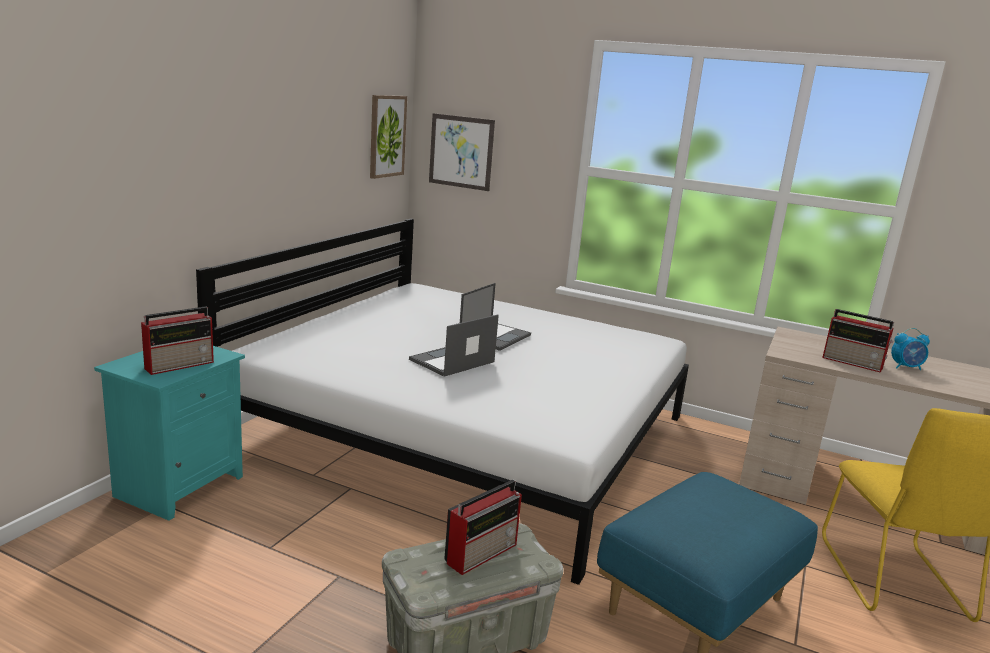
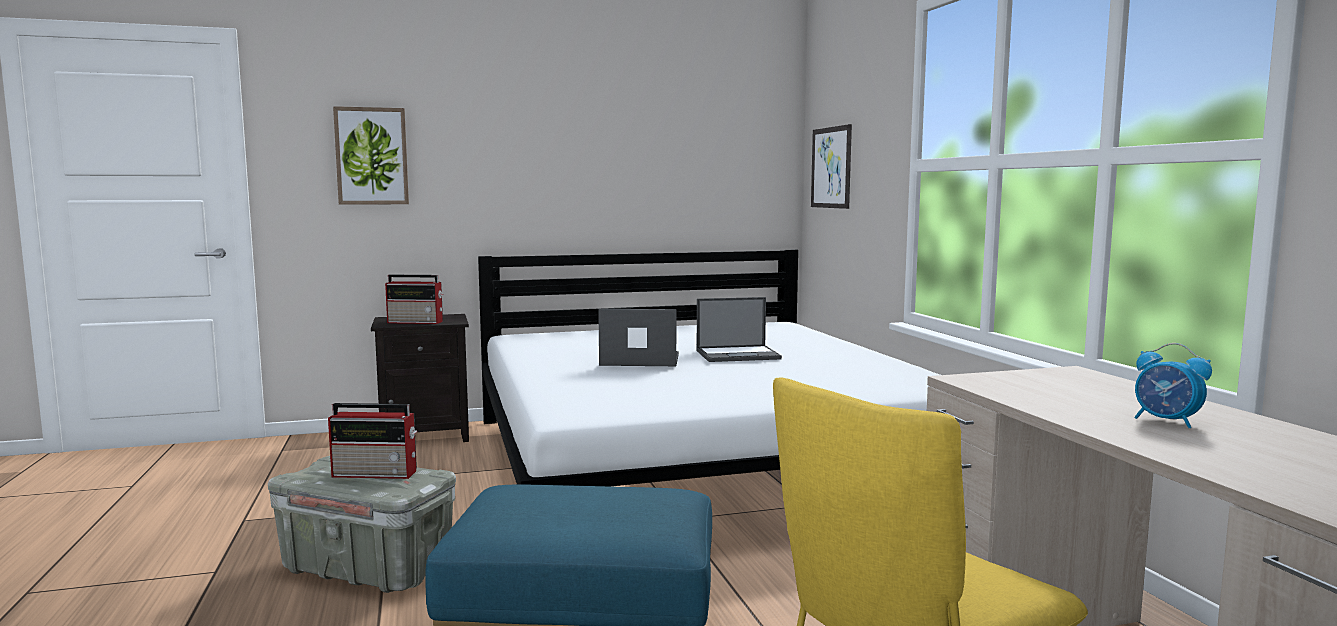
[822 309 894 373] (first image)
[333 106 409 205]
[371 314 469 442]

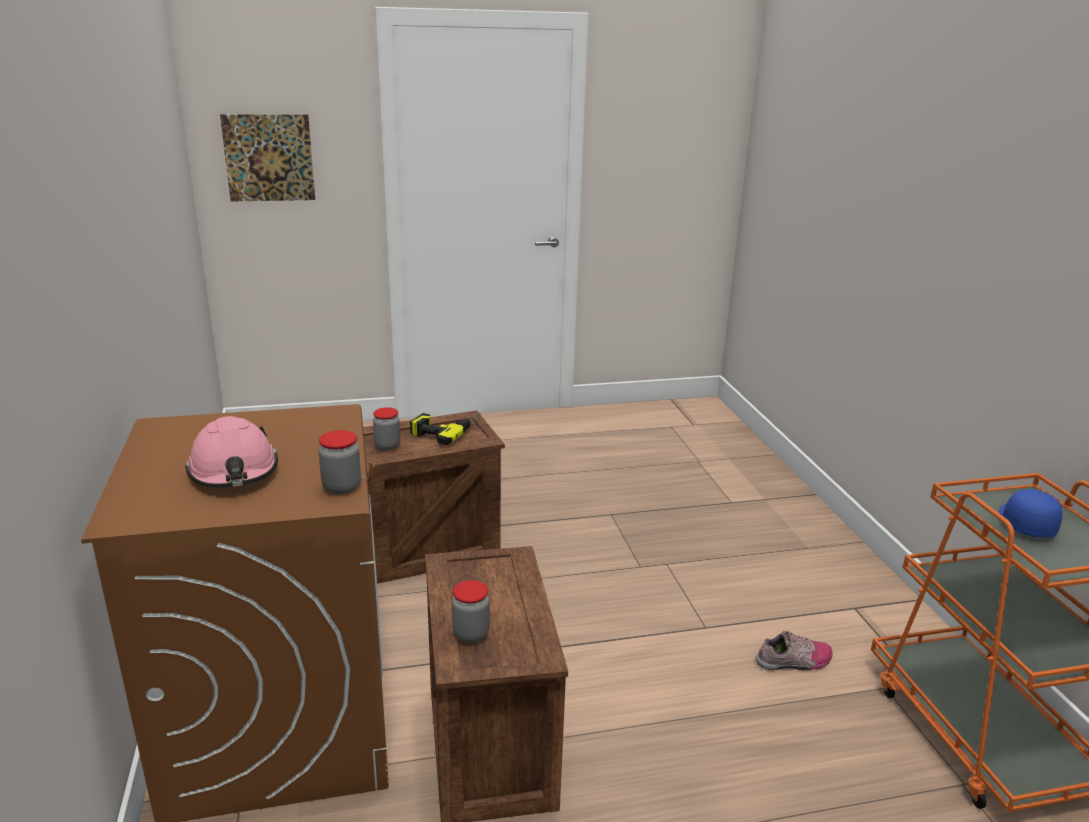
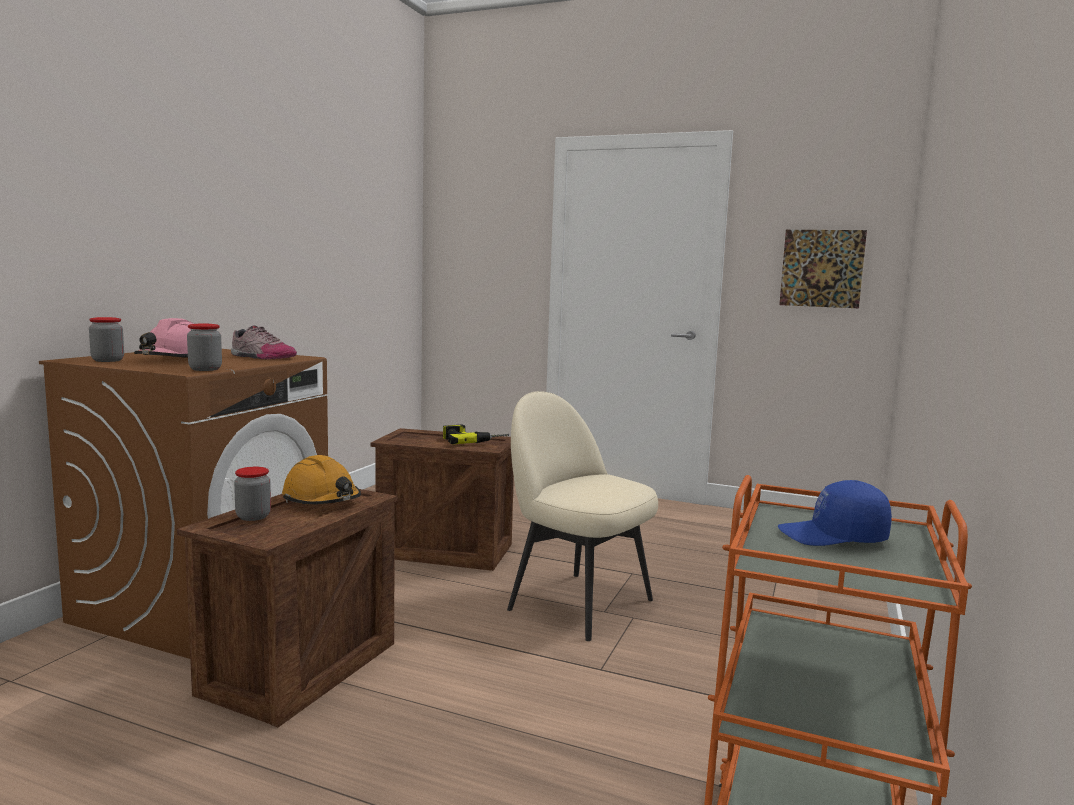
[282 455 361 505]
[507 391 658 641]
[779 230 867 308]
[89 317 124 362]
[231 325 297 359]
[778 480 892 546]

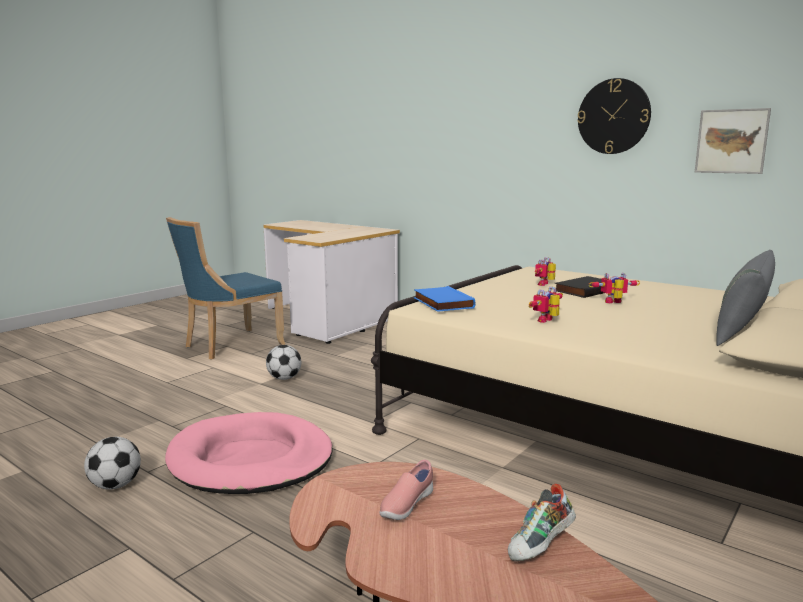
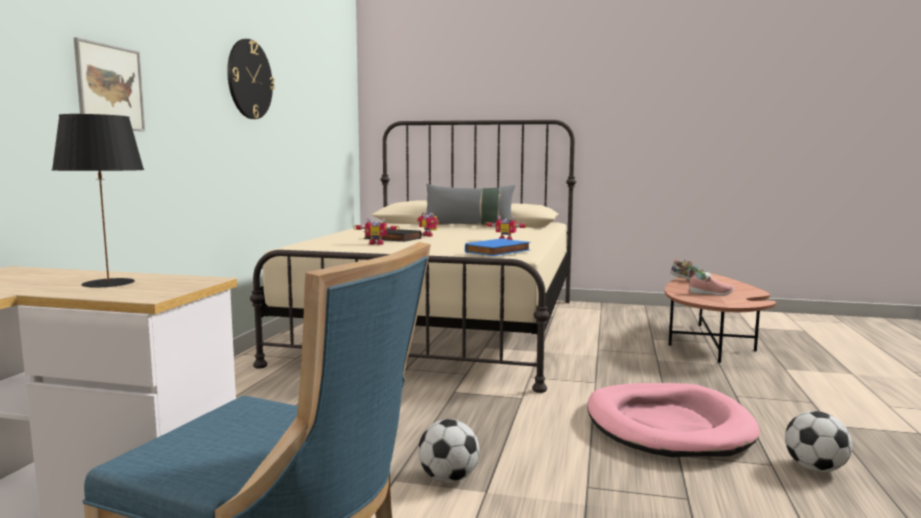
[52 114 144 287]
[74 37 145 131]

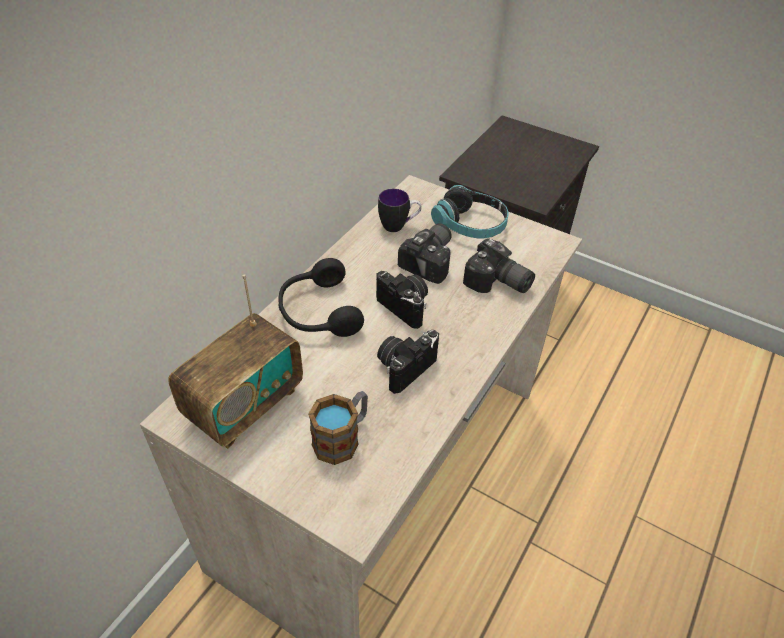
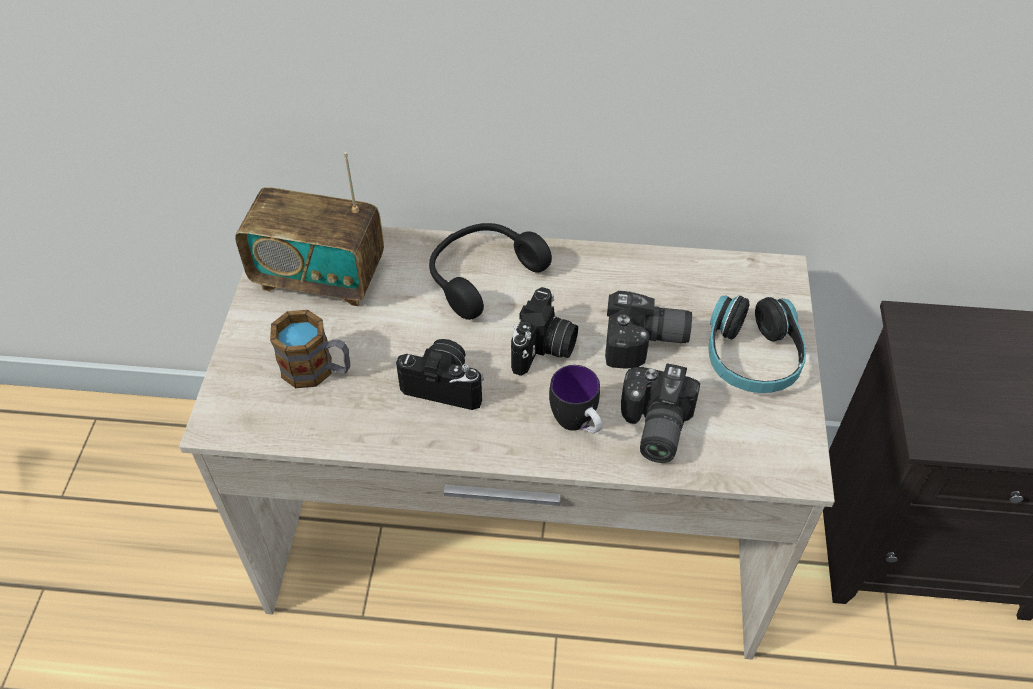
[549 365 602 433]

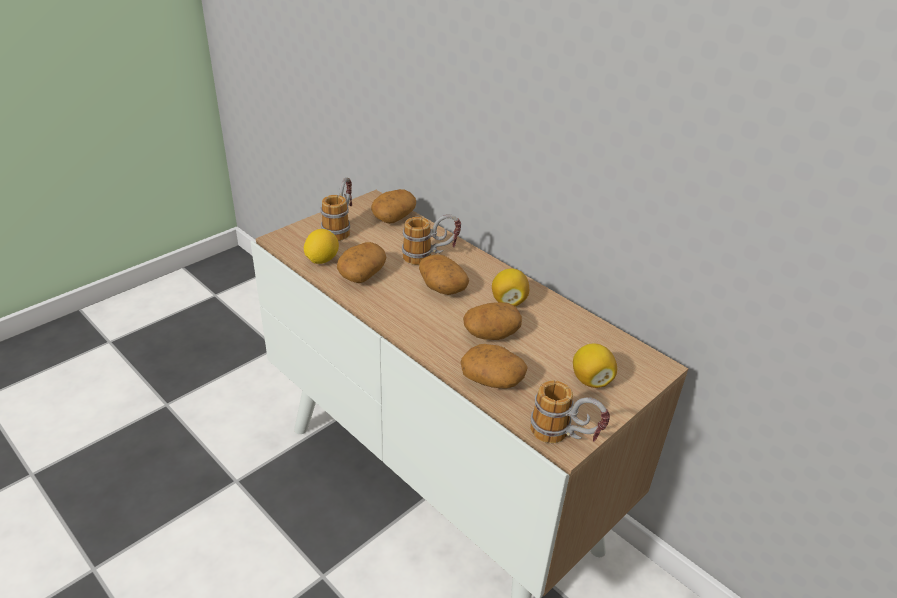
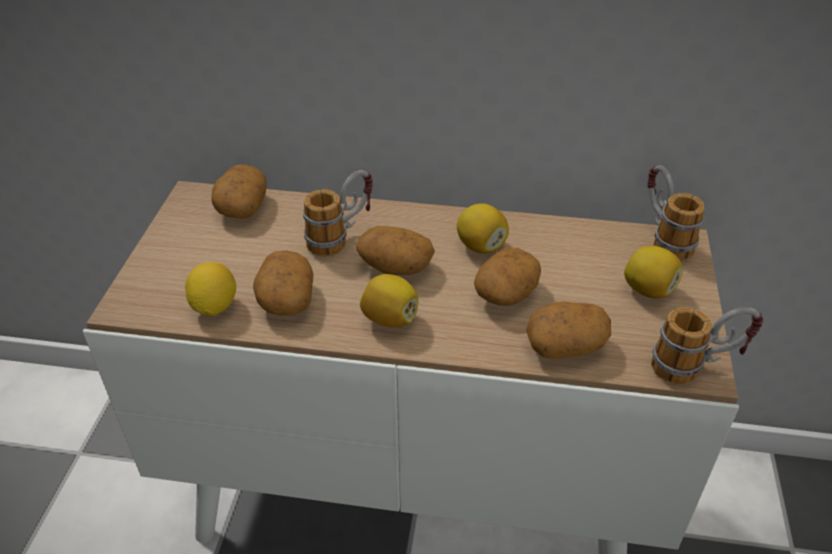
[360 274 418 328]
[647 165 705 260]

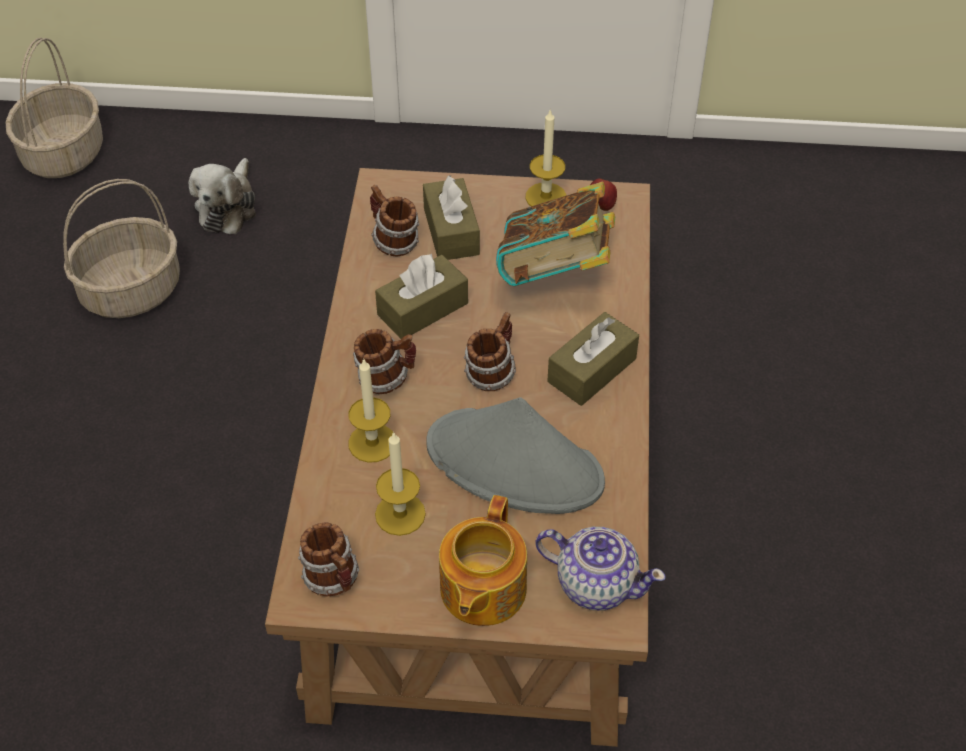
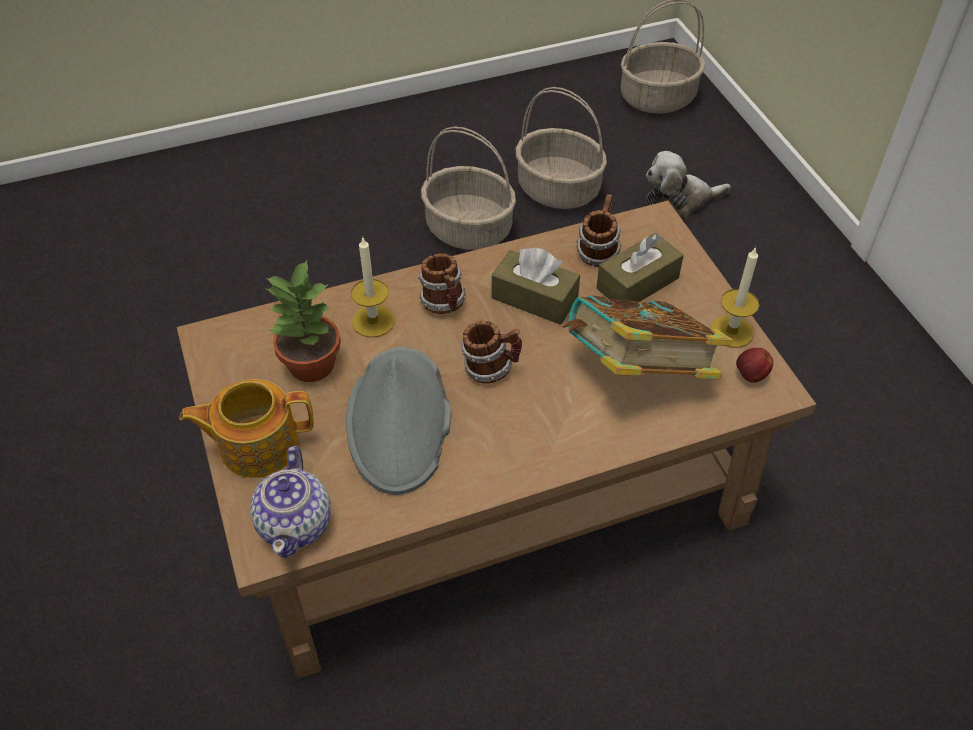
[298 522 359 597] (first image)
[547 312 639 406] (first image)
[421 126 516 250]
[266 260 341 382]

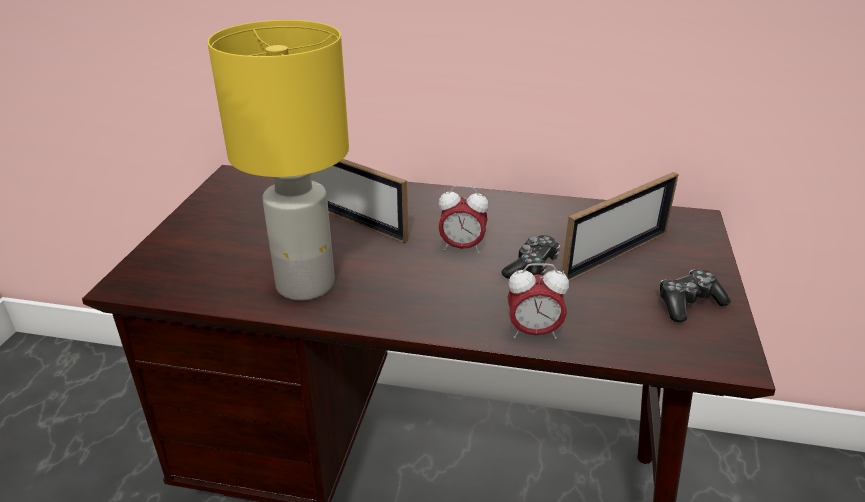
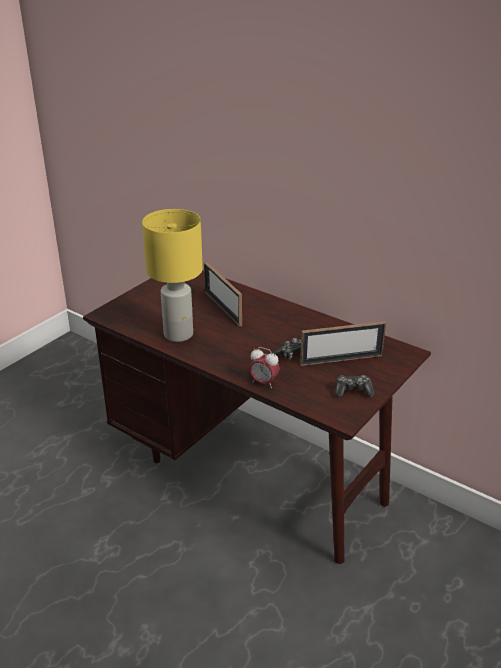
[438 185 489 253] (first image)

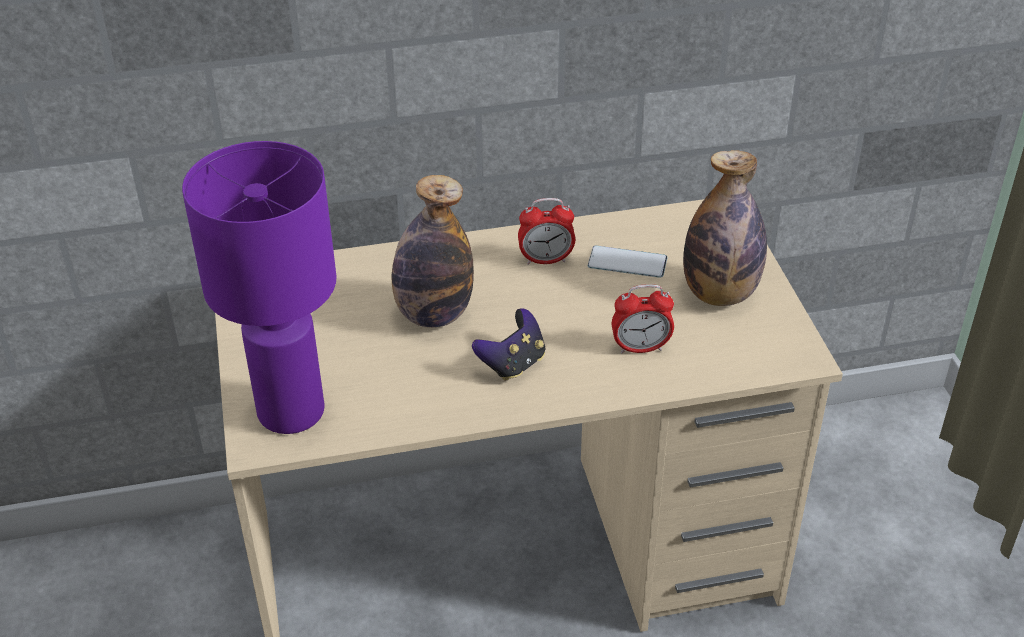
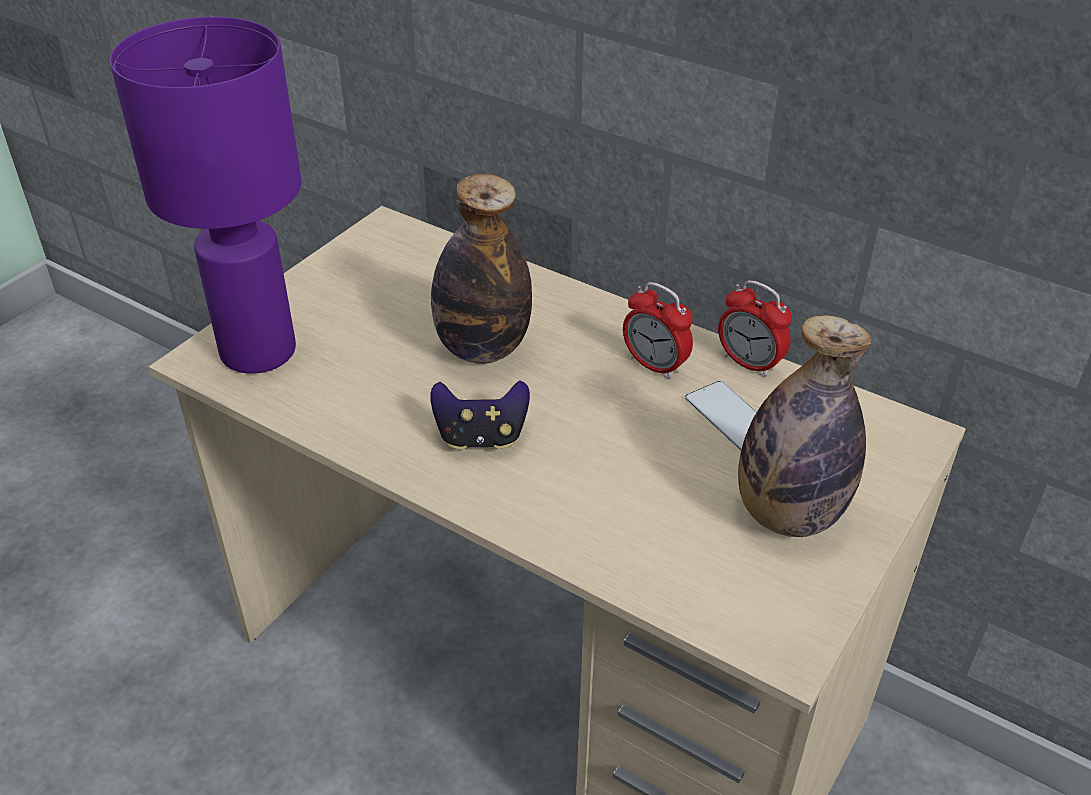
[718 280 792 377]

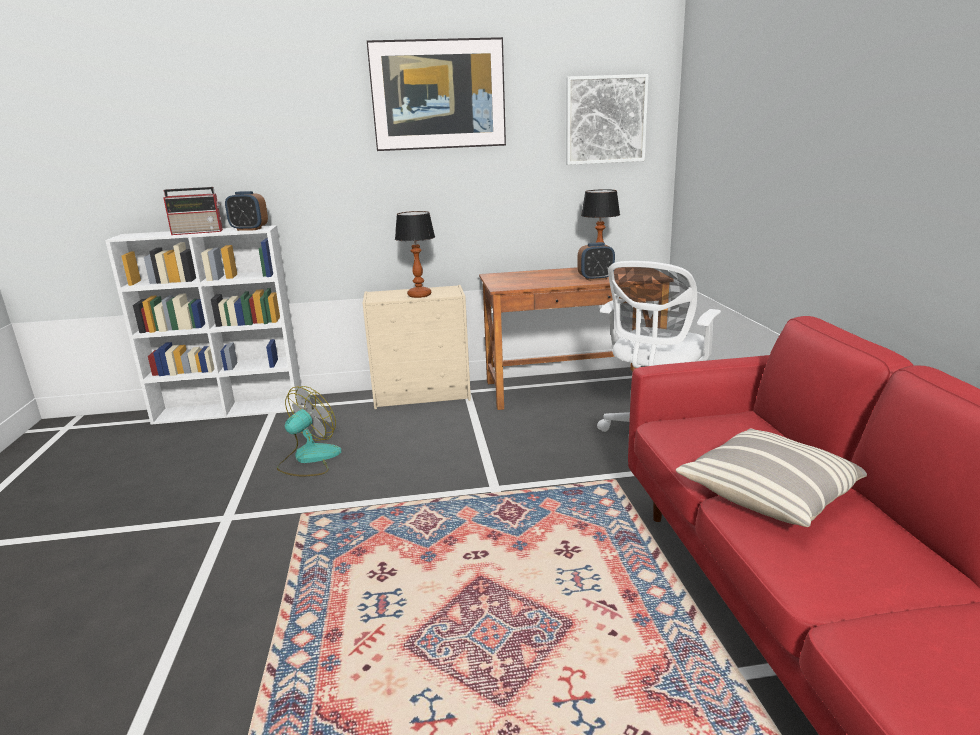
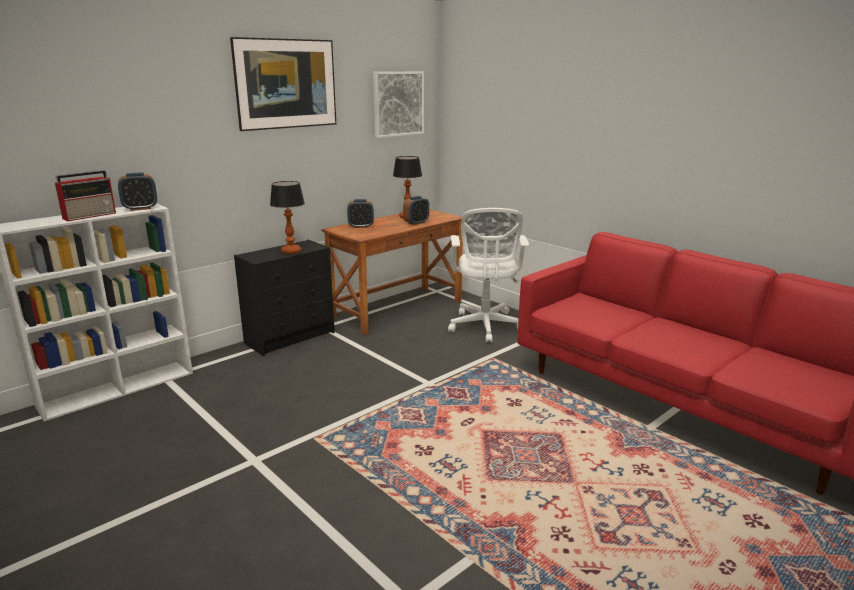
[277 386 342 477] (first image)
[676 429 867 527] (first image)
[347 199 374 228]
[234 240 335 356]

